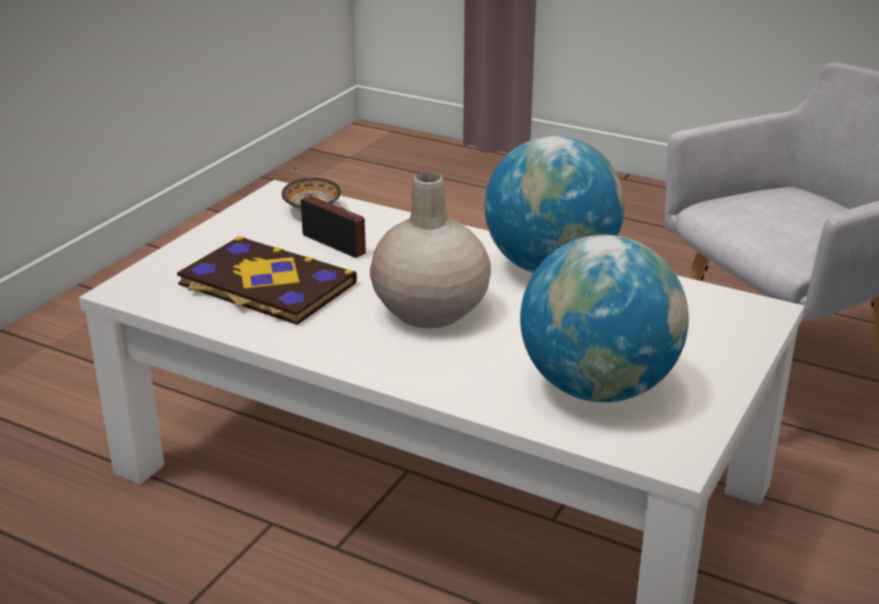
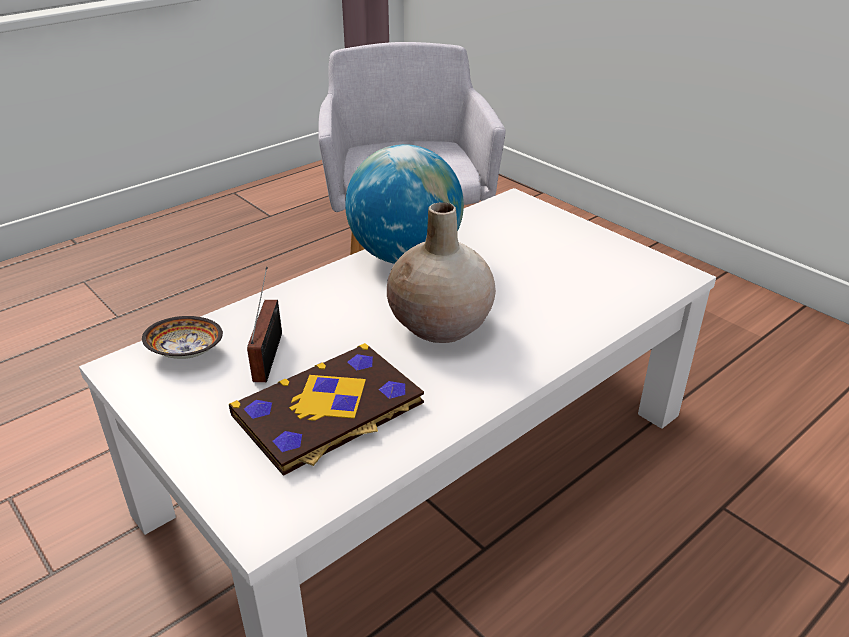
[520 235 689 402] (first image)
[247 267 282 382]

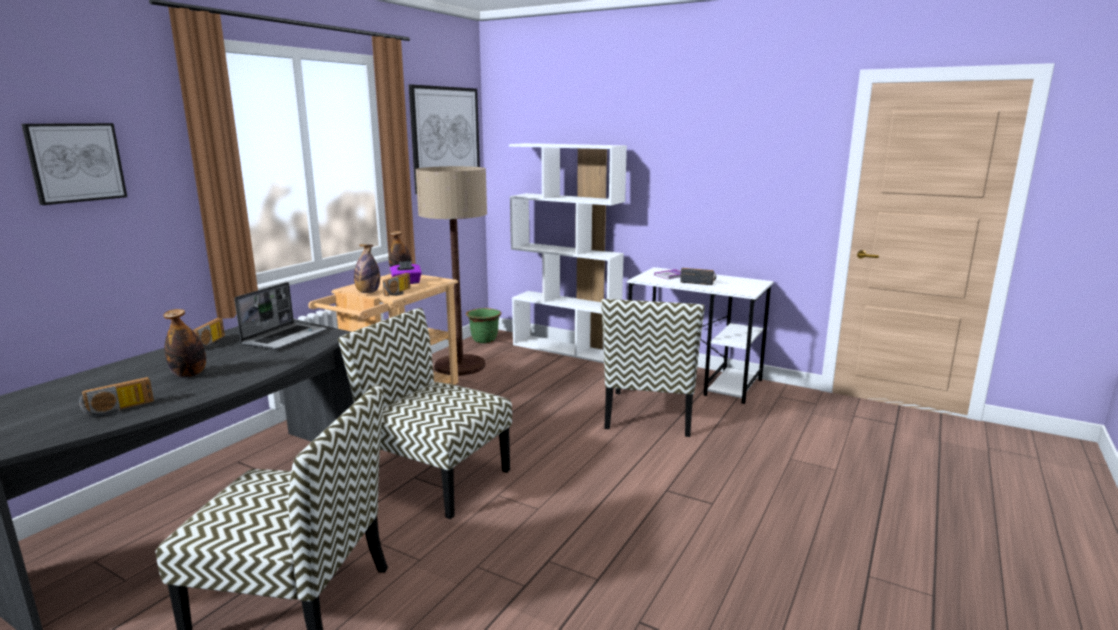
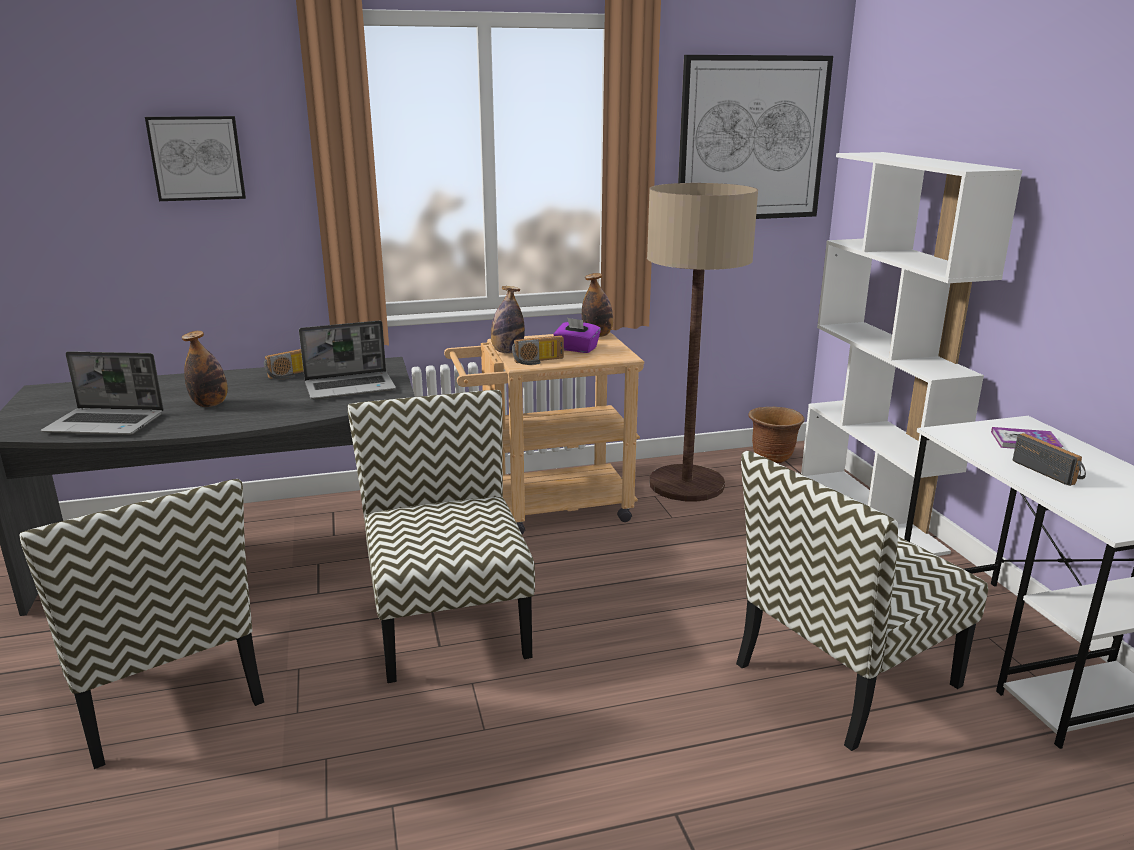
[41 351 164 435]
[748 407 805 463]

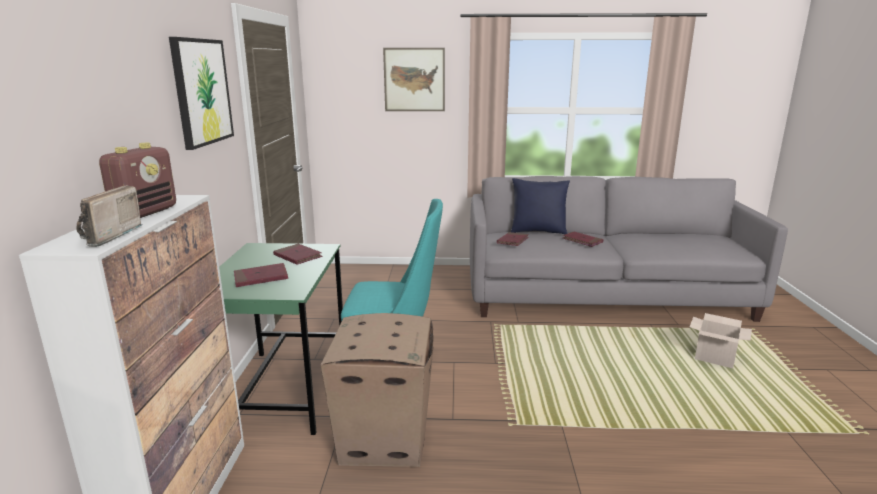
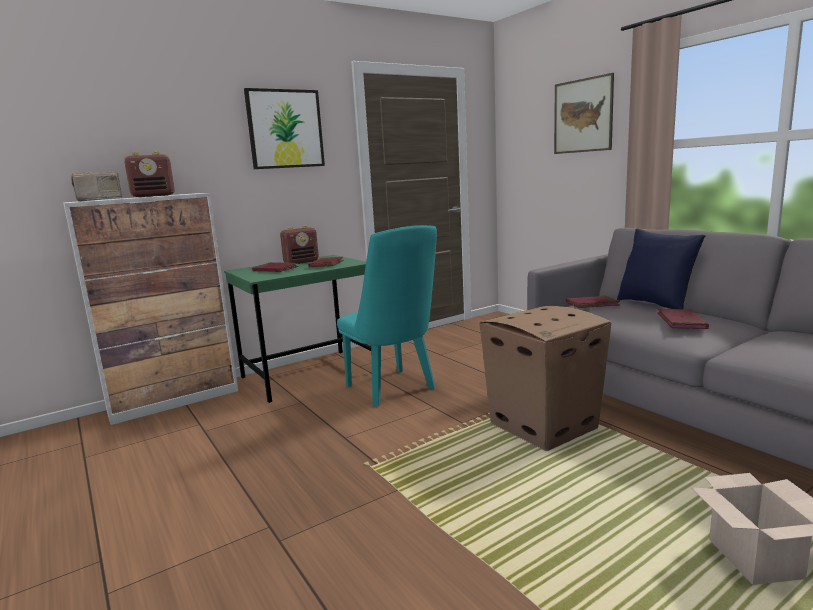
[280 225 319 264]
[479 306 611 451]

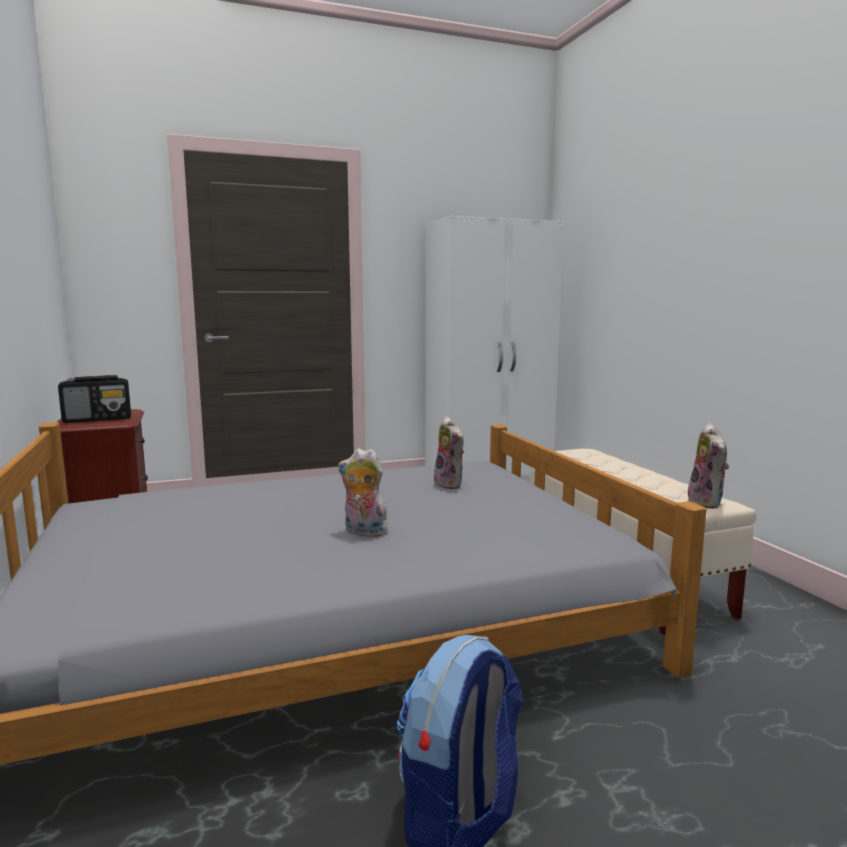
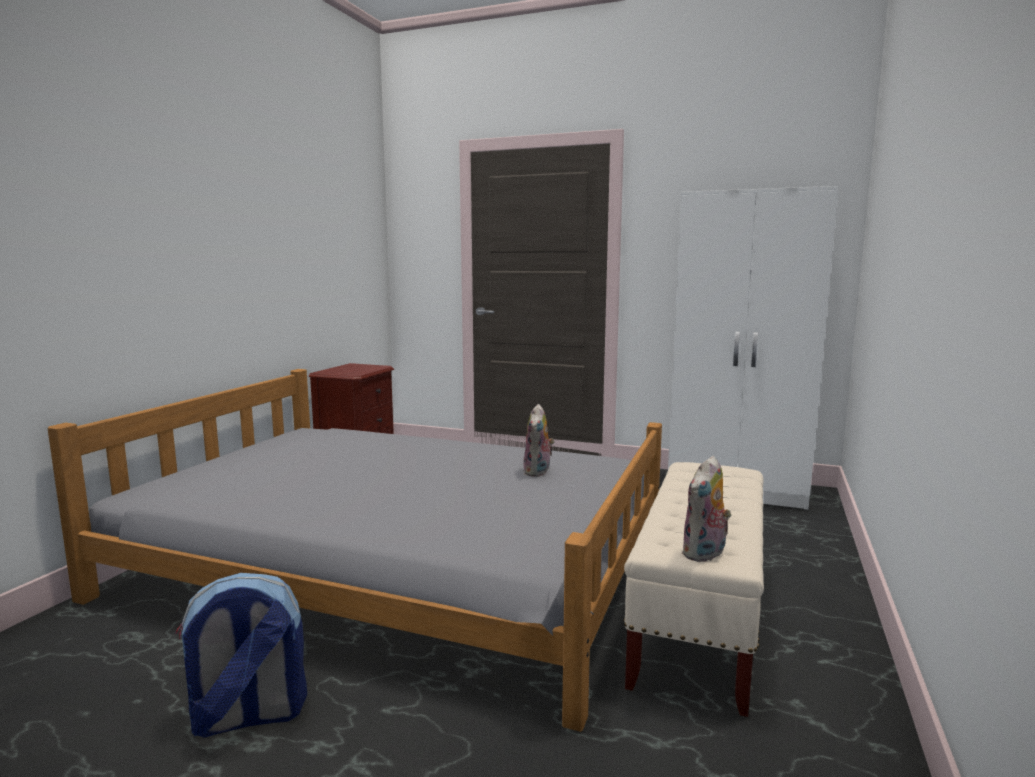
[58 375 131 423] (first image)
[338 449 393 537] (first image)

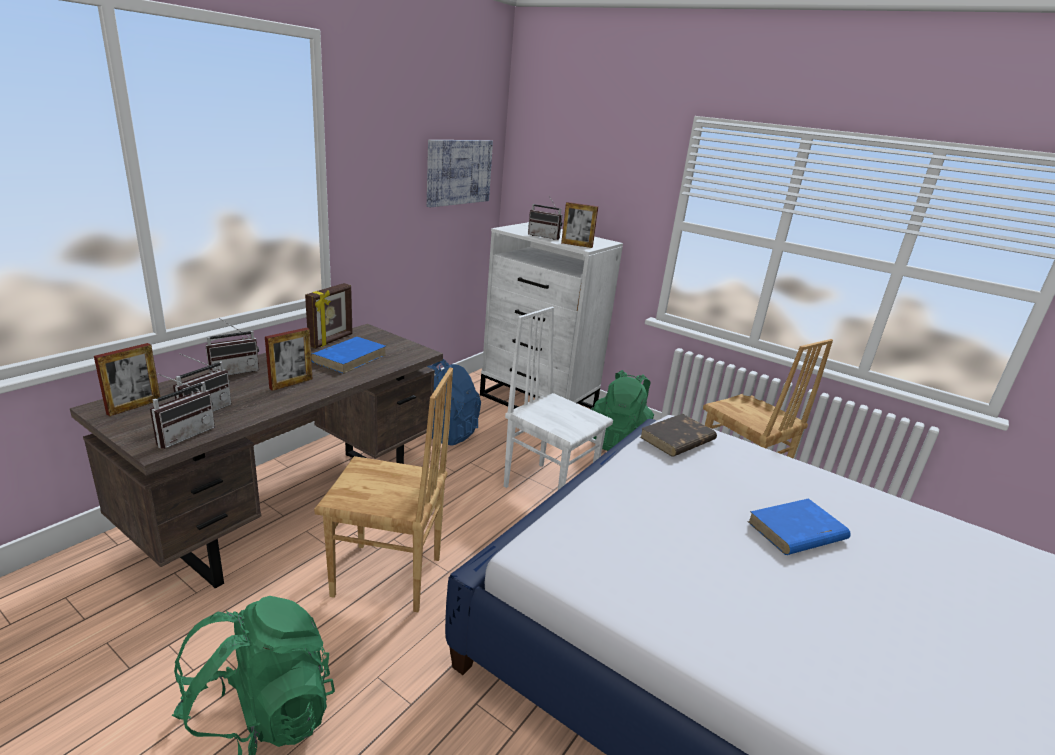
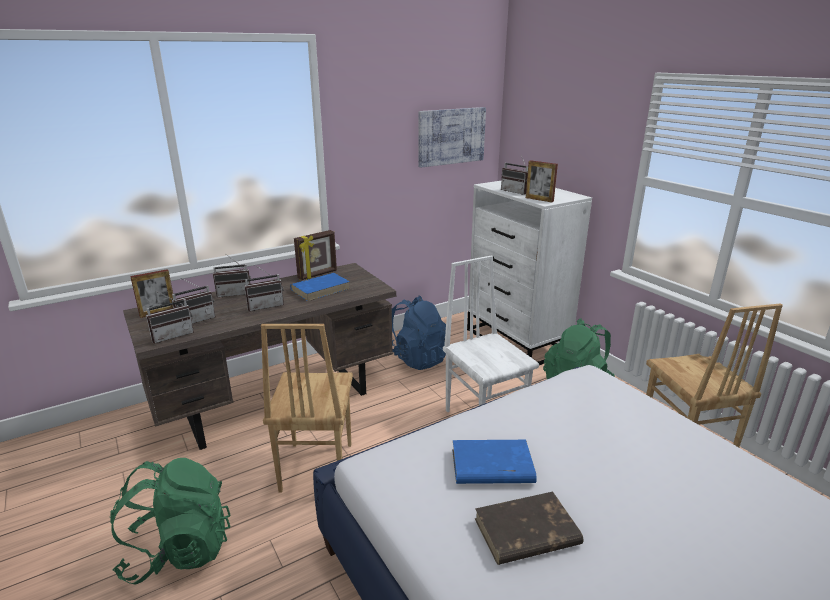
[475 491 583 565]
[452 440 537 484]
[244 265 284 311]
[261 324 353 492]

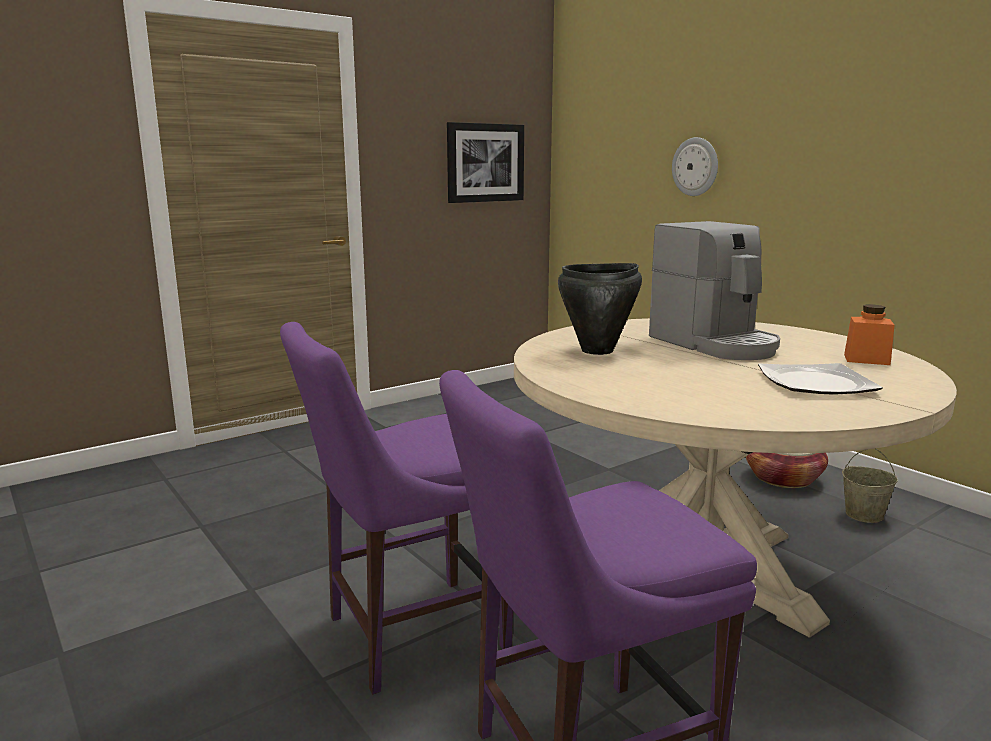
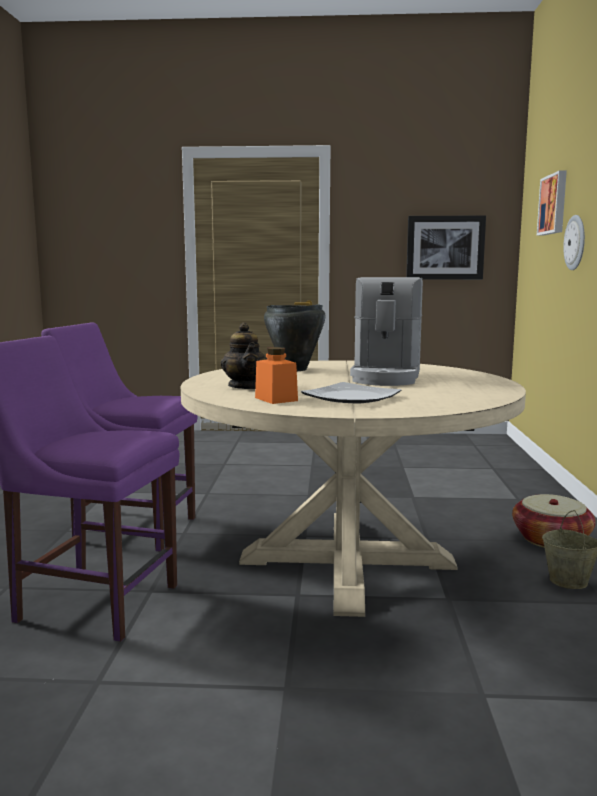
[220 323 267 389]
[537 170 567 236]
[255 347 298 404]

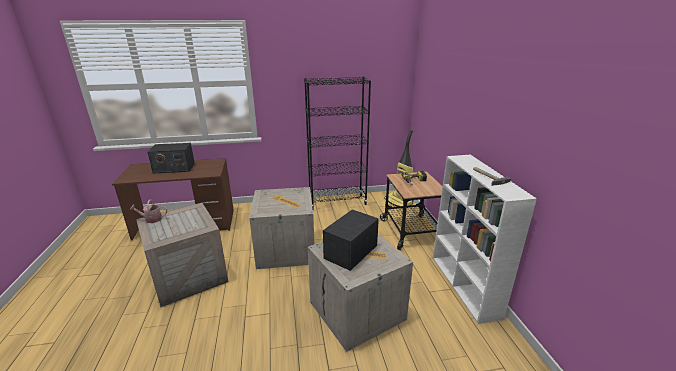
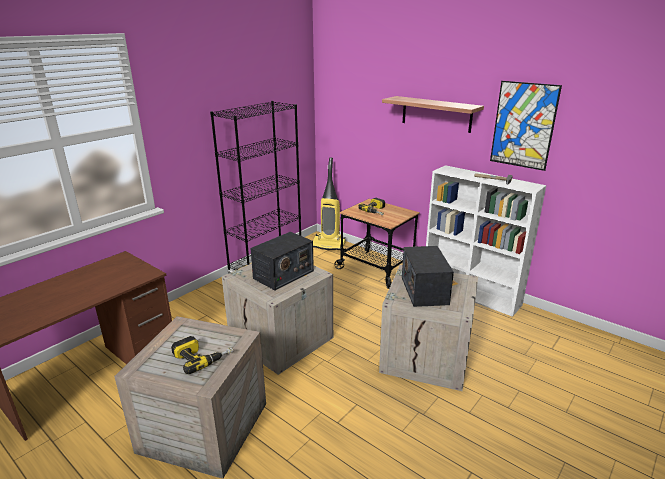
[129 199 167 223] (first image)
[171 336 233 374]
[382 96 484 133]
[490 81 562 171]
[250 232 314 290]

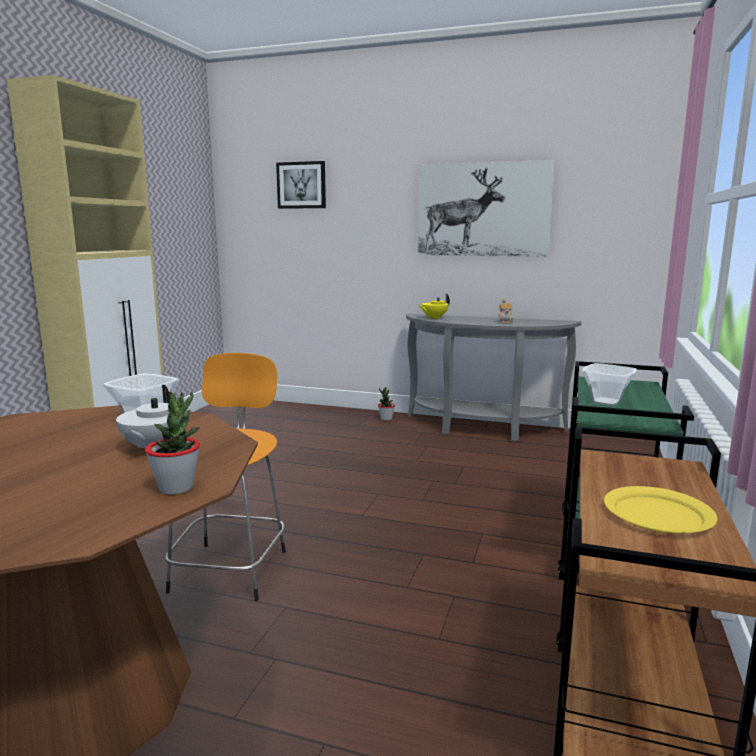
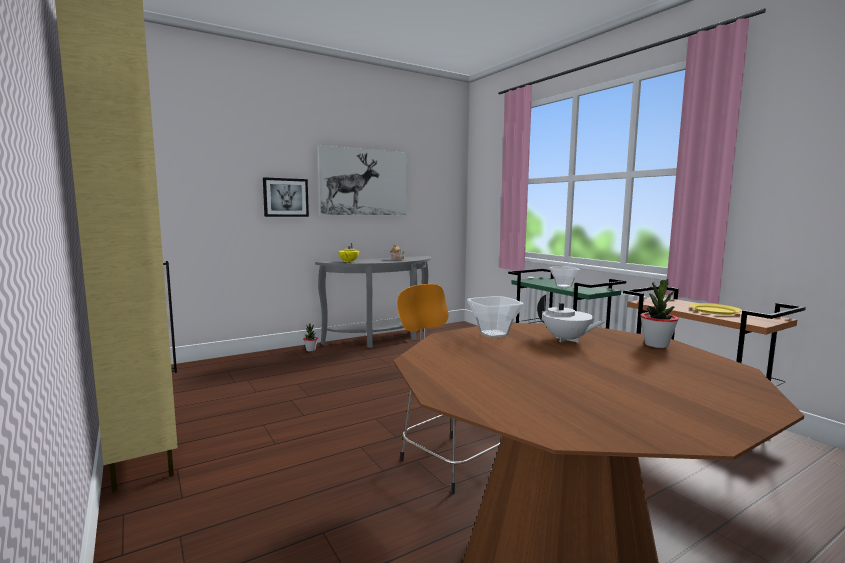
[263 177 309 217]

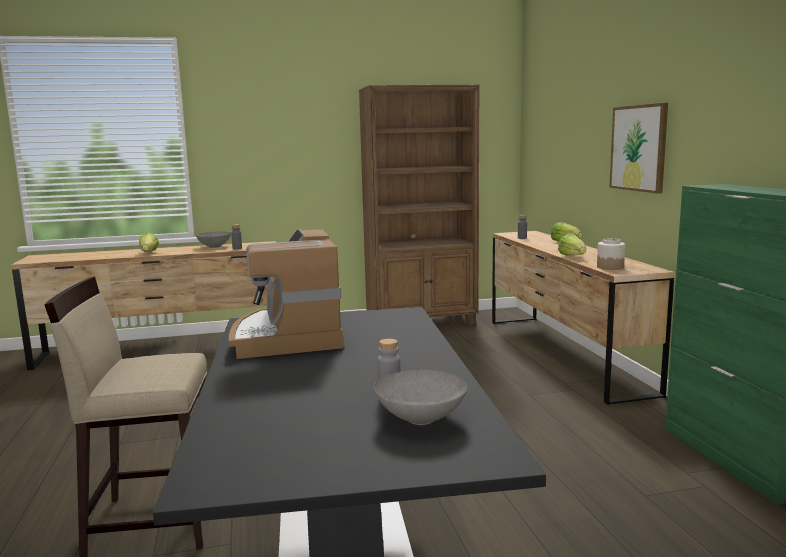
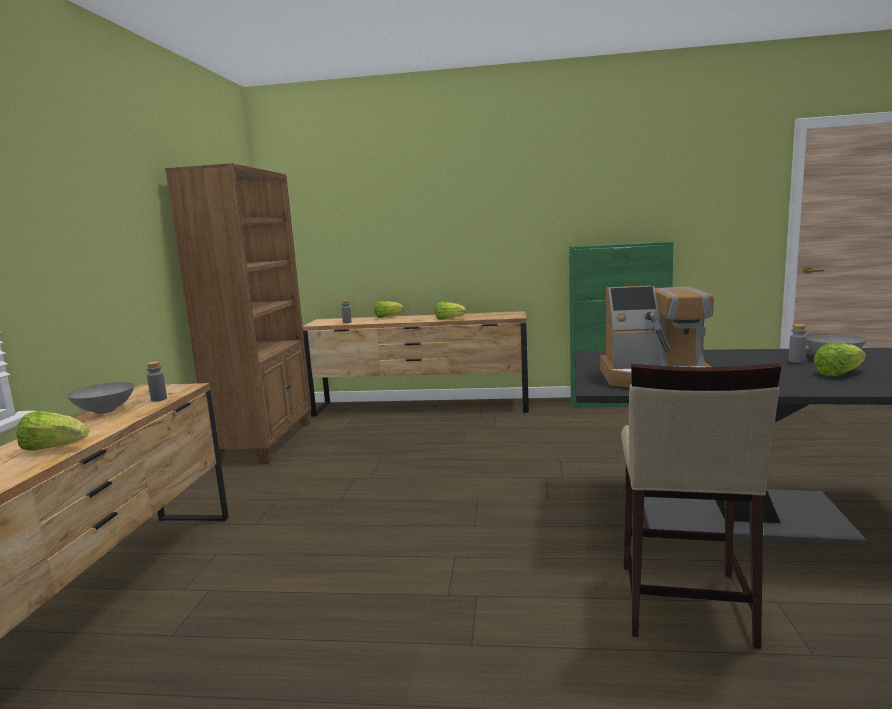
[597 238 625 270] (first image)
[609 103 668 194] (first image)
[814 343 866 376]

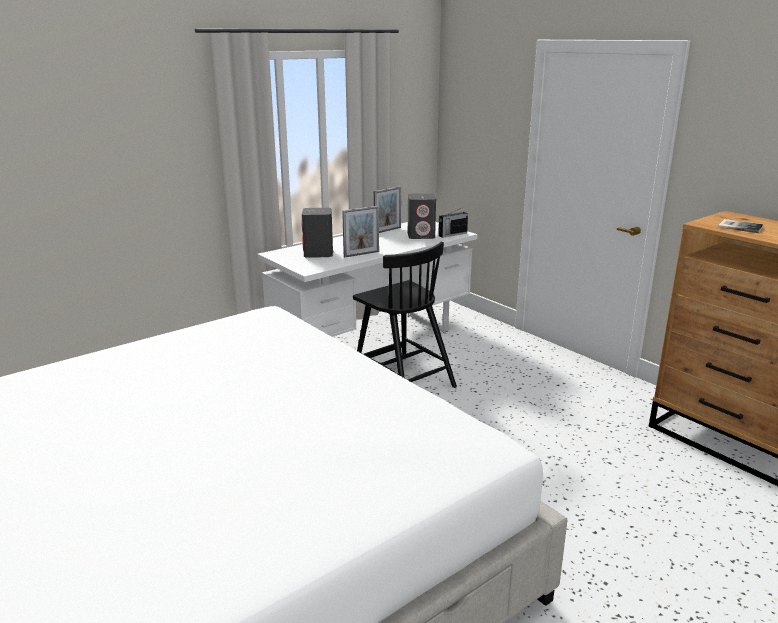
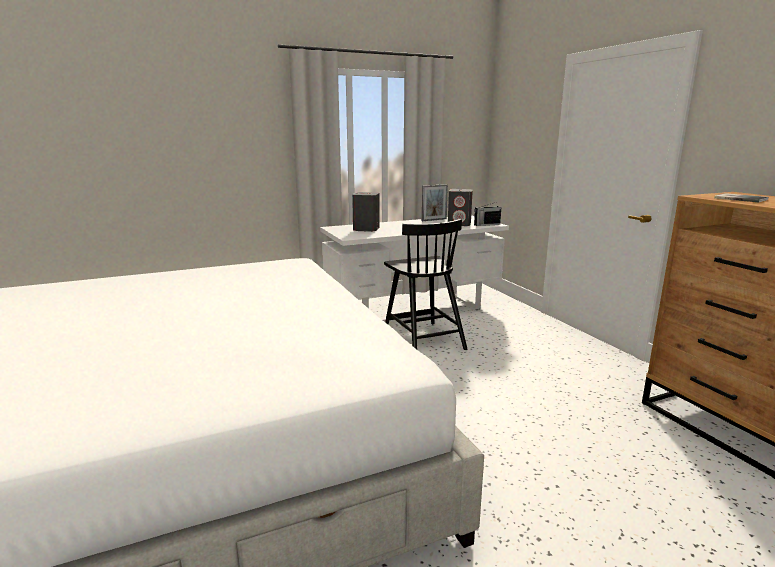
[342 206 379 258] (first image)

